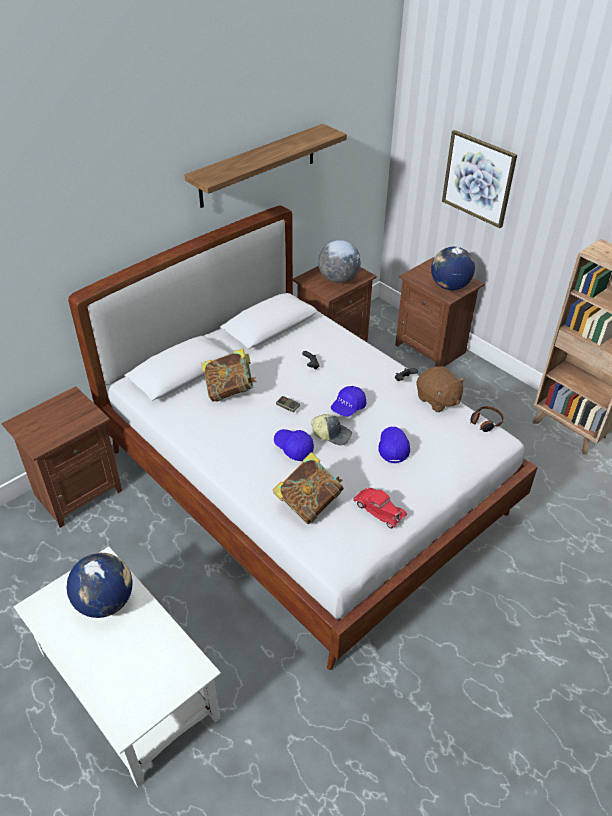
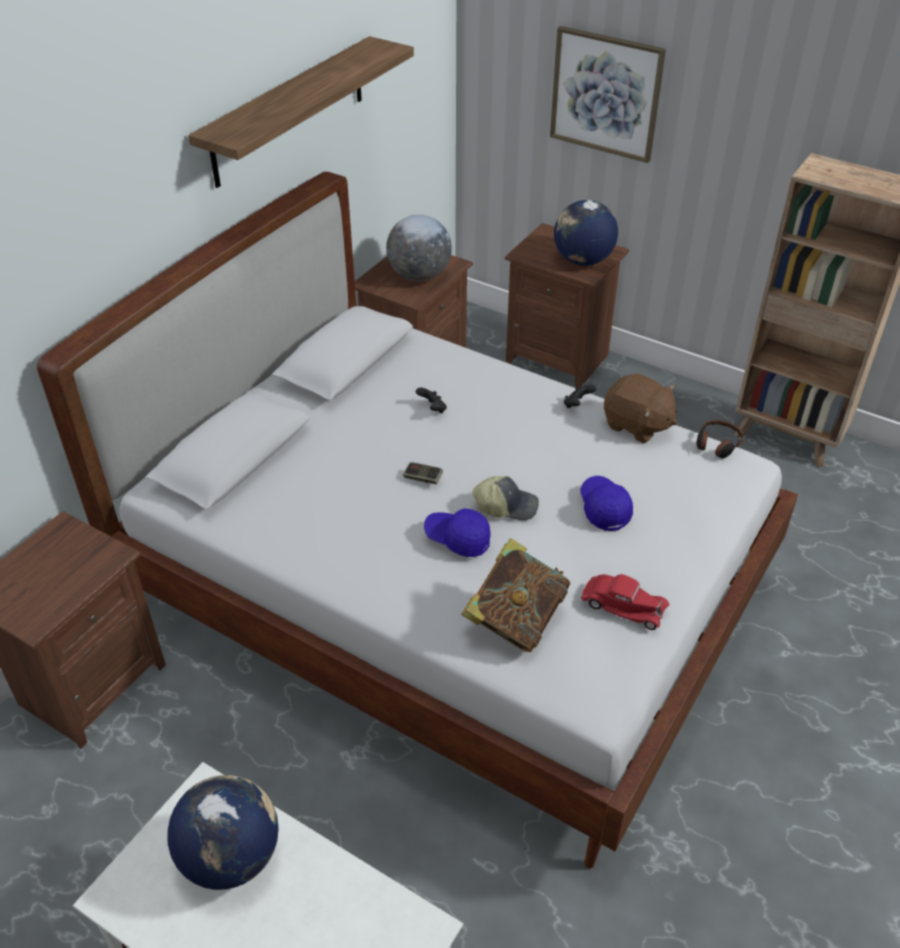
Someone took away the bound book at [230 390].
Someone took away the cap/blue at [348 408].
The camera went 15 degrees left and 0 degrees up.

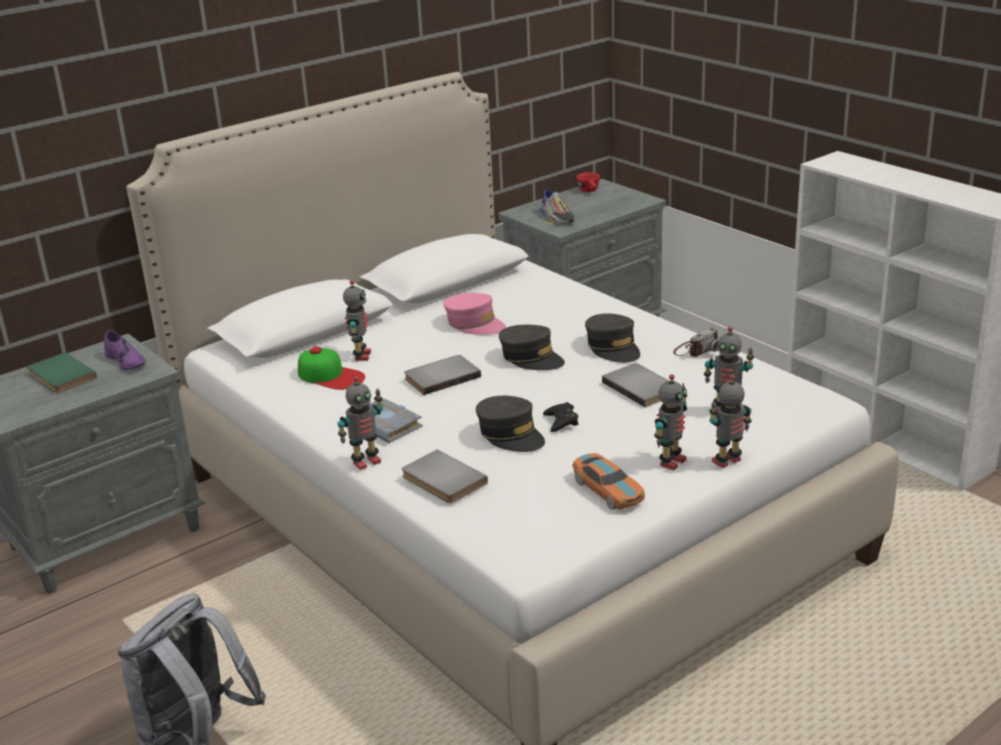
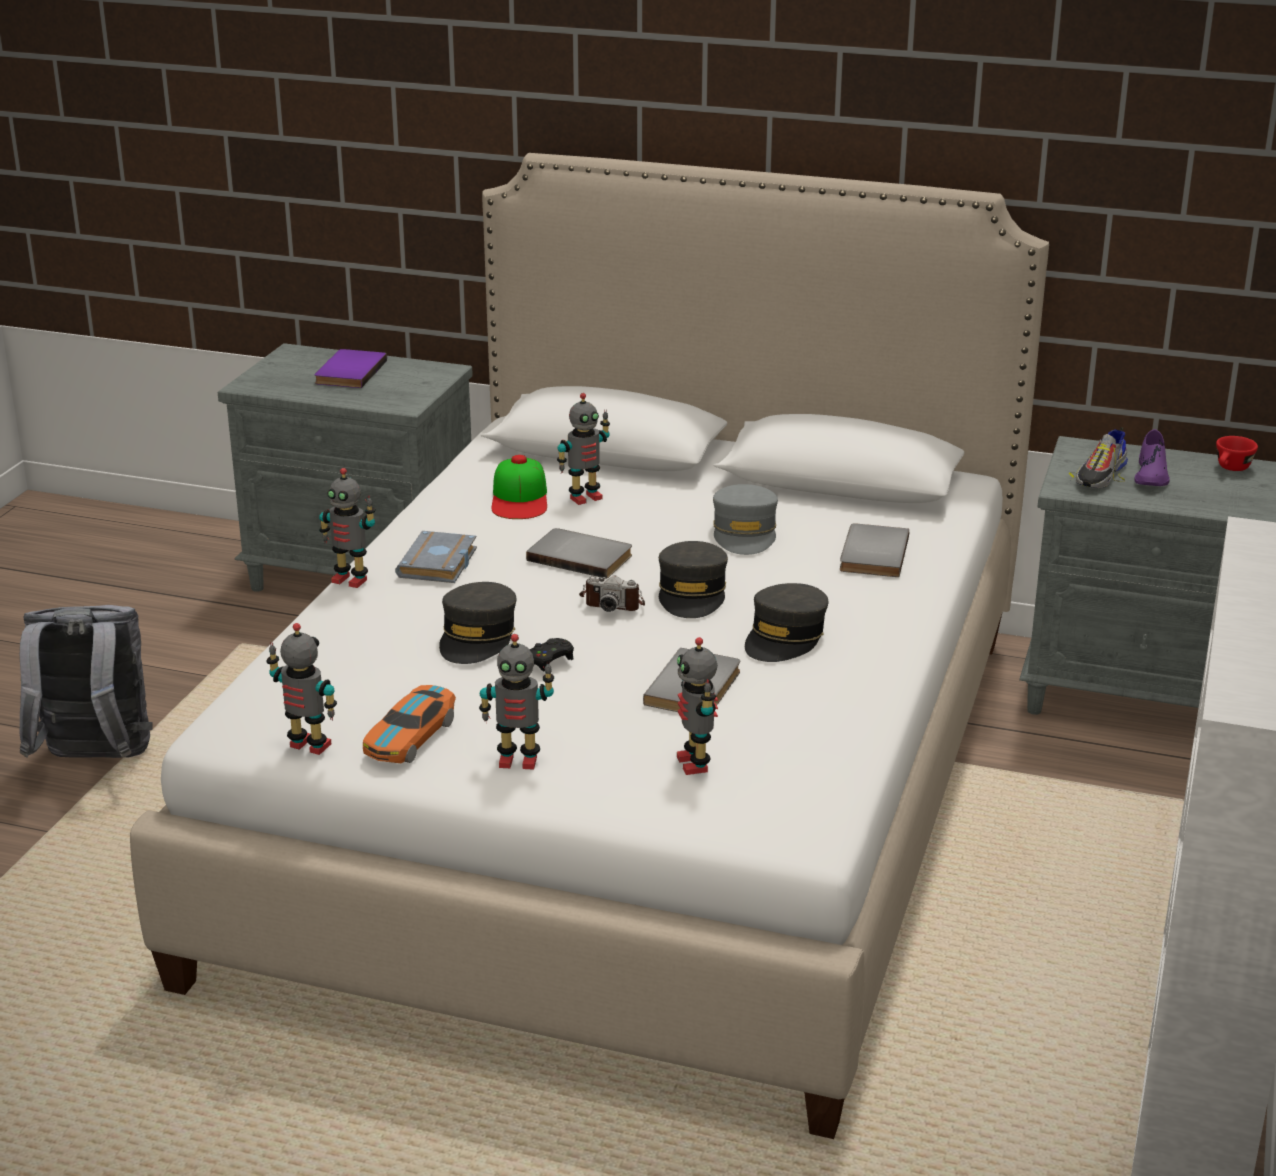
Someone repainted the bound book/greenish at [59 376], which became the bound book/purple-coloured at [348 372].
Someone carried the item of footwear/purple-coloured from [126 361] to [1151 475].
Someone carried the bound book/gray from [441 481] to [871 554].
Someone repainted the cap/pinkish at [475 324], which became the cap/gray at [745 533].
Someone carried the still camera from [696 350] to [613 602].
Someone carried the toy robot from [727 462] to [308 747].
The camera went 55 degrees right and 0 degrees up.

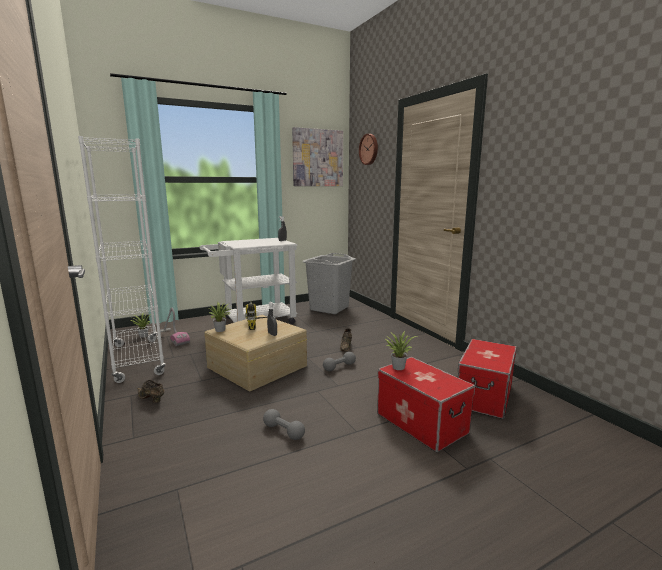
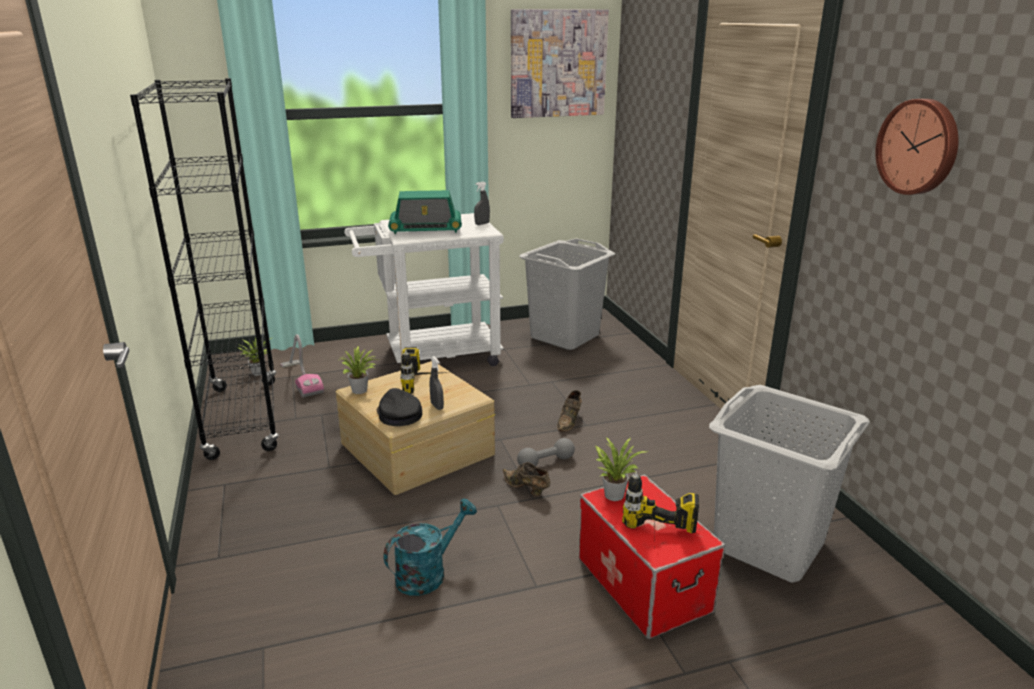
Someone repainted the bookcase/white-coloured at [137 359], which became the bookcase/black at [243 418].
Someone carried the item of footwear/brownish from [151 399] to [526 489].
Someone swapped the dumbbell/gray at [283 431] for the watering can/blue-green at [428 573].
Someone carried the hanging clock from [369 149] to [919 147].
Someone swapped the storage bin at [485 396] for the laundry basket/gray at [768 546].
Someone put down the cap/black at [398 414].
Someone put down the radio receiver at [425 229].
Someone put down the power drill at [657 544].
The camera went 10 degrees right and 10 degrees up.

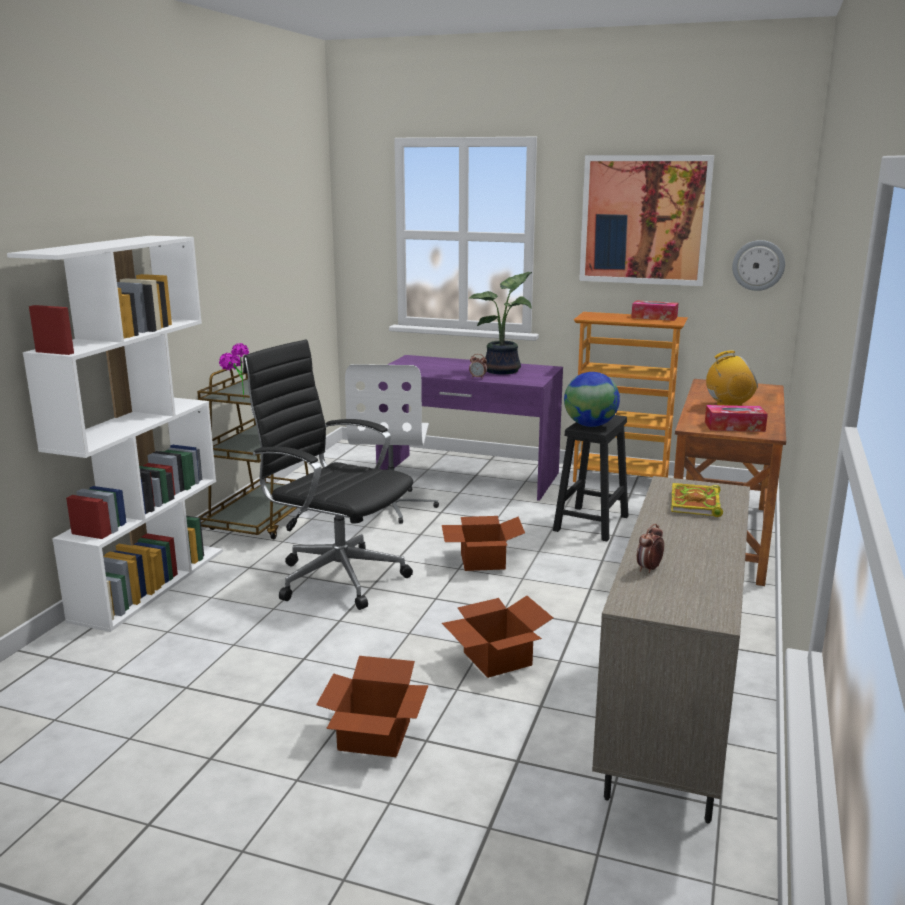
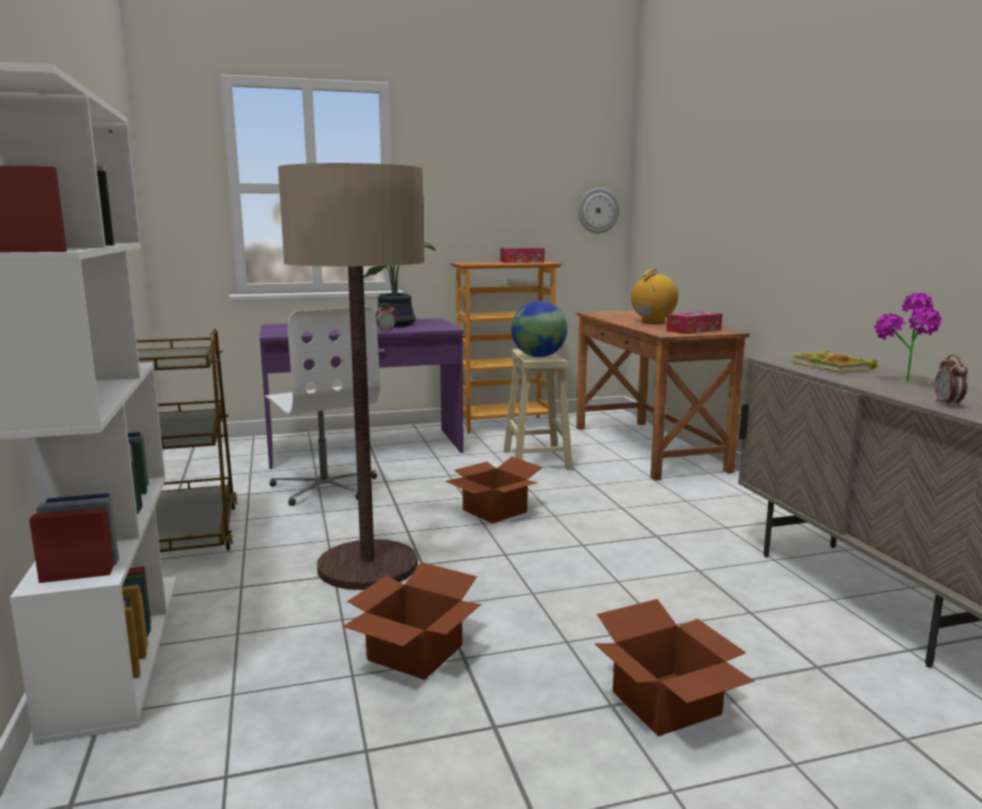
Someone carried the potted plant from [236 399] to [903 383].
Someone swapped the desk chair/black at [335 577] for the floor lamp at [367 566].
Someone carried the packing box from [495 658] to [412 653].
Someone repainted the sitting stool/black at [591 523], which became the sitting stool/sand-coloured at [536 459].
Someone took away the wall art at [644 220].
The camera went 35 degrees left and 5 degrees down.

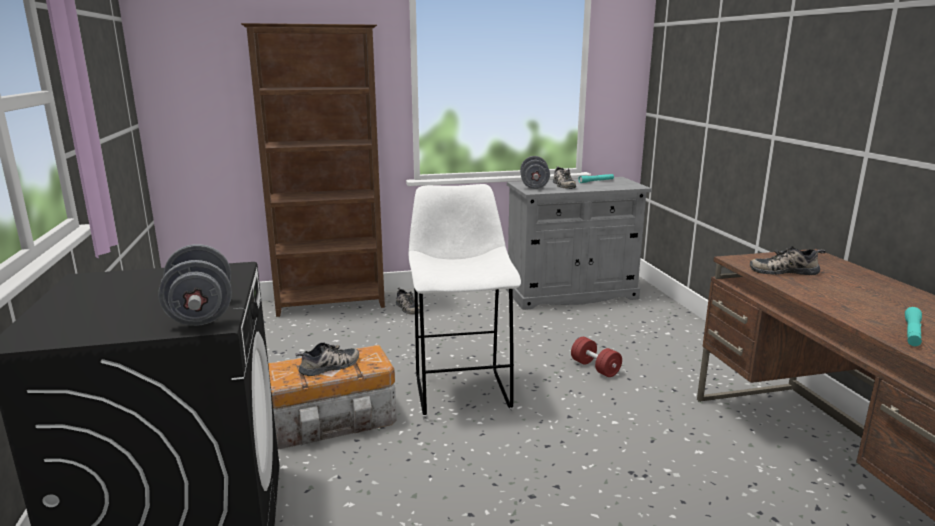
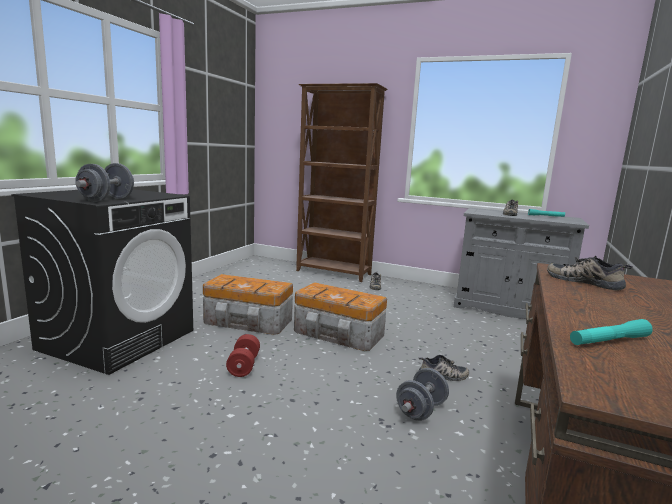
Someone carried the item of footwear from [329 367] to [443 376].
Someone swapped the sitting stool/white-coloured at [461 392] for the storage bin at [338 334].
Someone carried the dumbbell/gray from [534 186] to [420 410].
Someone carried the dumbbell/reddish from [595 368] to [243 366].
The camera went 35 degrees right and 5 degrees down.

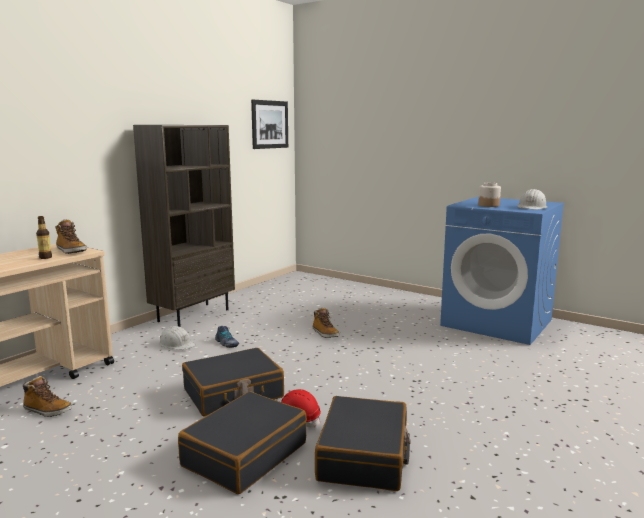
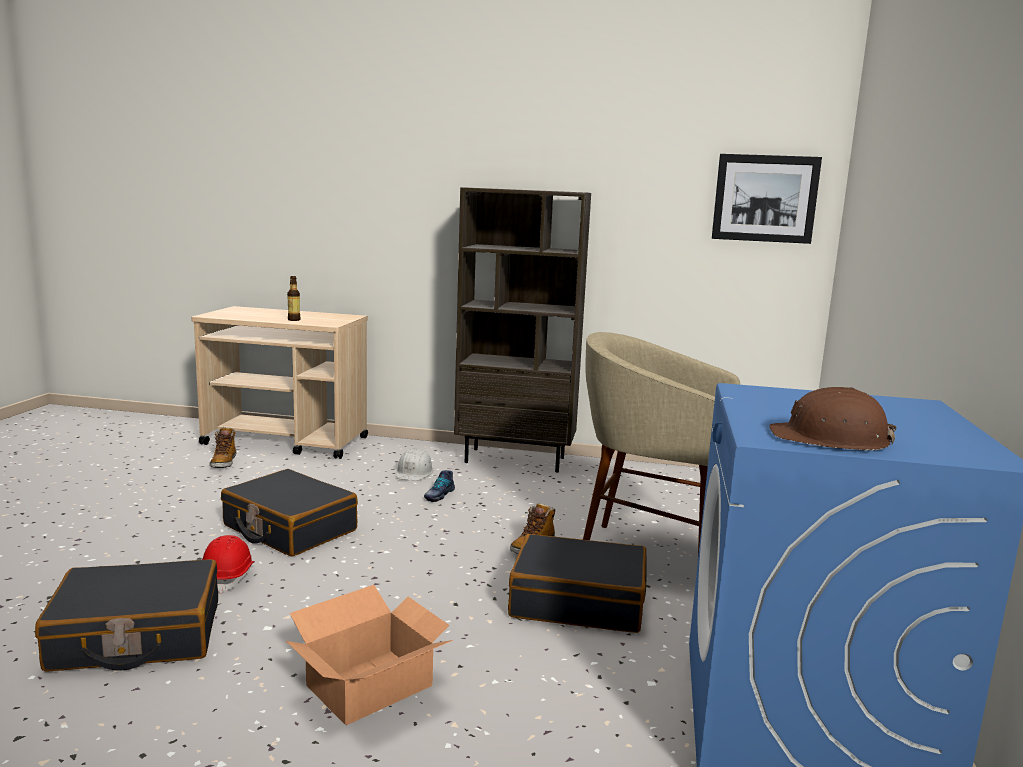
Someone took away the high-top boot at [71 251].
Someone carried the piece of luggage/black from [244 454] to [578 601].
Someone took away the jar at [489 205].
Someone repainted the hard hat/white-coloured at [532 207], which became the hard hat/brownish at [831 439].
Someone put down the packing box at [371 686].
Someone put down the sitting stool/sand-coloured at [648 553].
The camera went 65 degrees right and 0 degrees up.

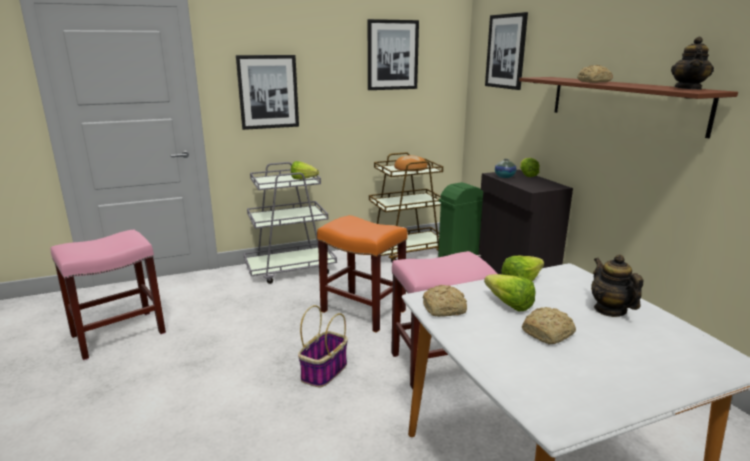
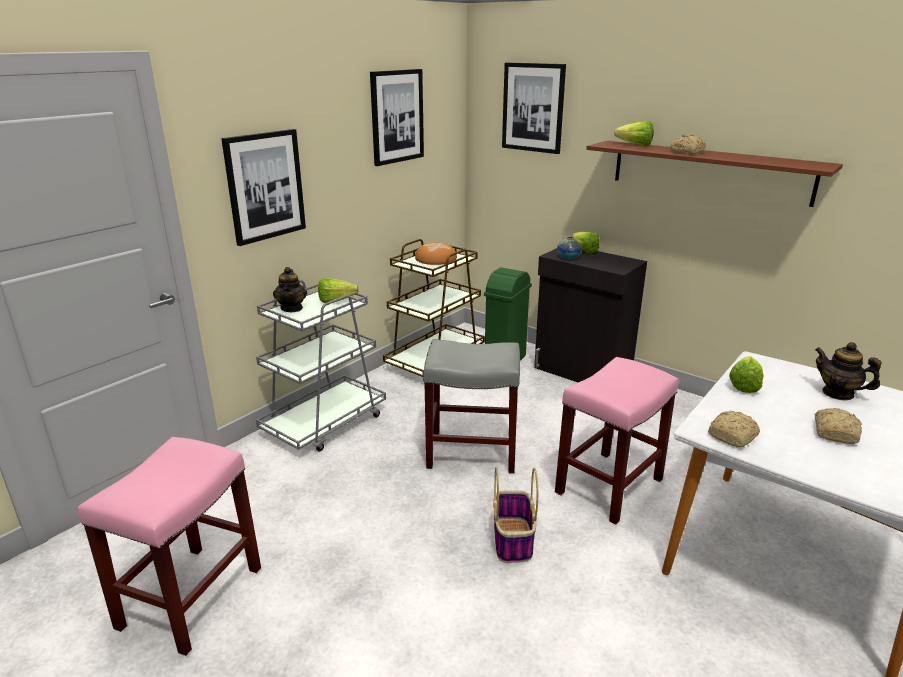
Someone repainted the sitting stool/orange at [364 311], which became the sitting stool/gray at [473 452].
Someone carried the lettuce head from [506 303] to [632 145].
Someone carried the pot for tea from [688 88] to [292 308].
The camera went 30 degrees left and 5 degrees up.

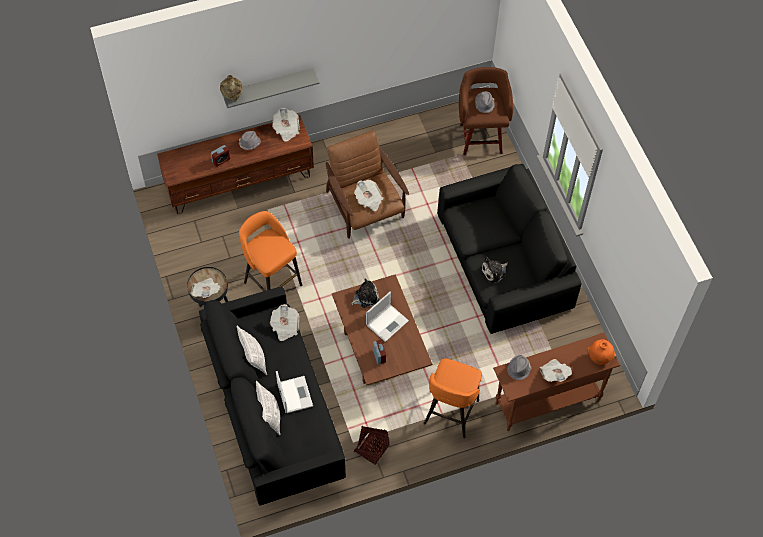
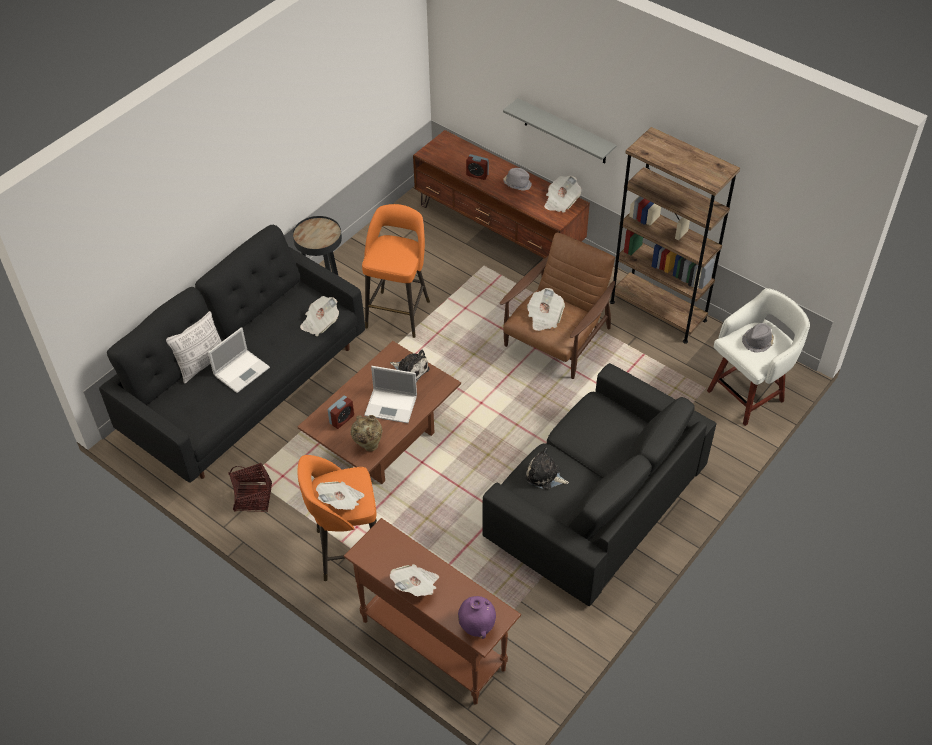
Someone carried the printed paper from [206 292] to [341 502].
Someone carried the decorative vase/sand-coloured from [232 98] to [368 446].
Someone took away the pillow at [253 359].
Someone repainted the sitting stool/brownish at [480 137], which became the sitting stool/white-coloured at [747 394].
Someone took away the clothing hat/gray at [519 369].
Someone repainted the decorative vase/orange at [599 358], which became the decorative vase/purple-coloured at [476 626].
Someone put down the bookcase/brownish at [658 311].
The camera went 60 degrees right and 10 degrees down.

